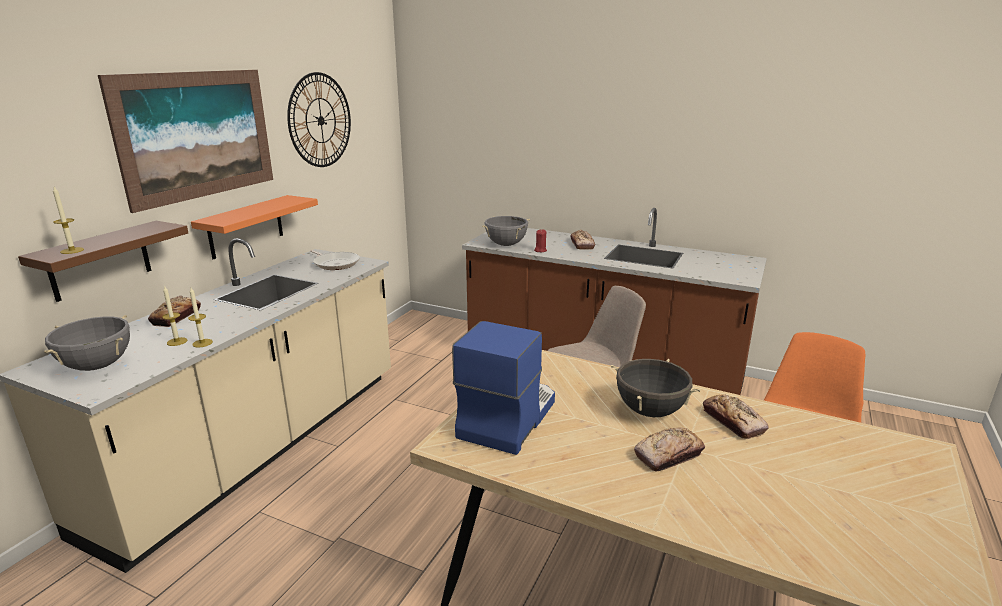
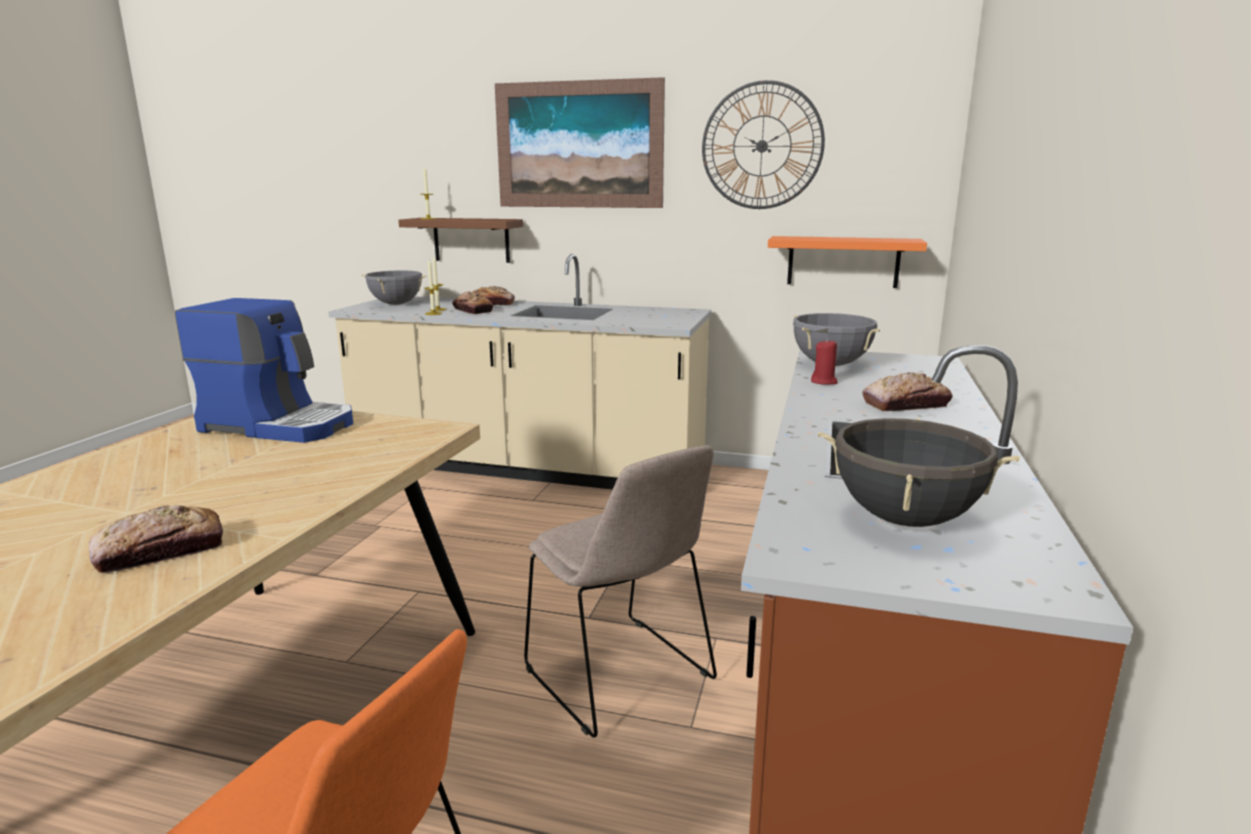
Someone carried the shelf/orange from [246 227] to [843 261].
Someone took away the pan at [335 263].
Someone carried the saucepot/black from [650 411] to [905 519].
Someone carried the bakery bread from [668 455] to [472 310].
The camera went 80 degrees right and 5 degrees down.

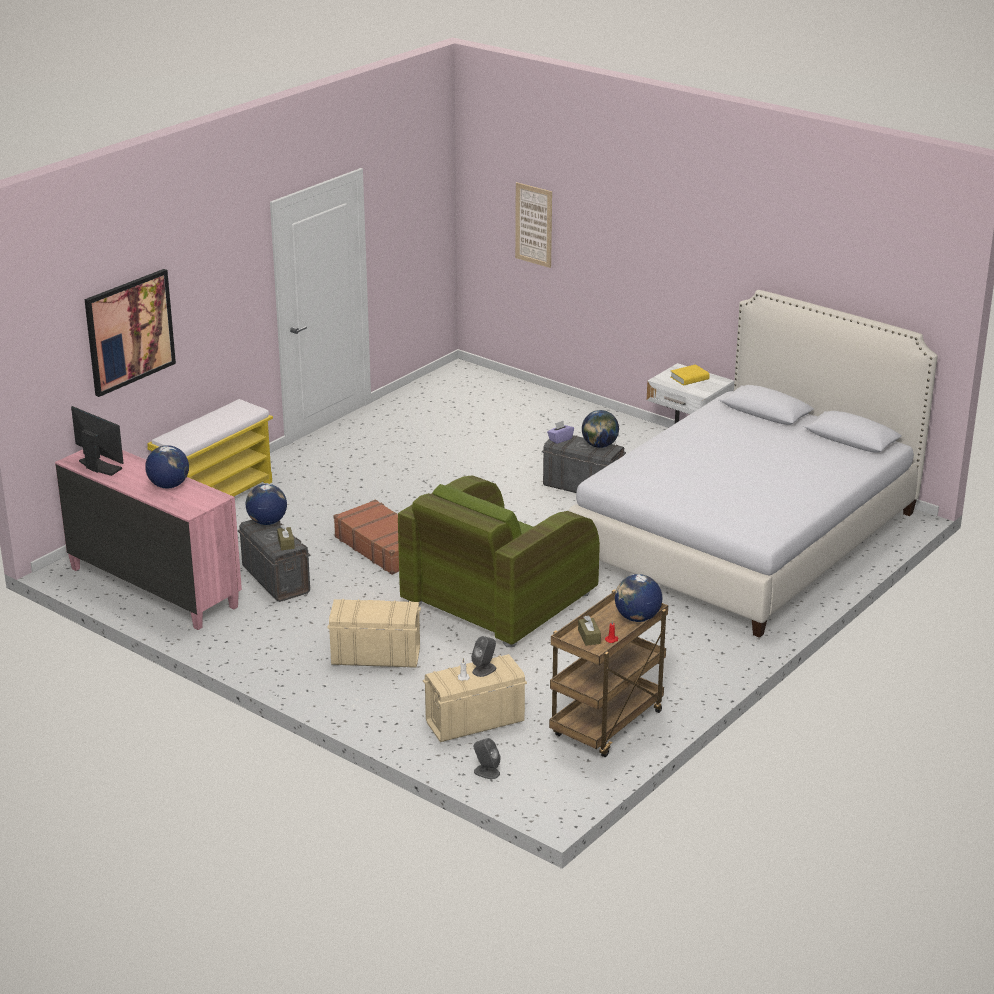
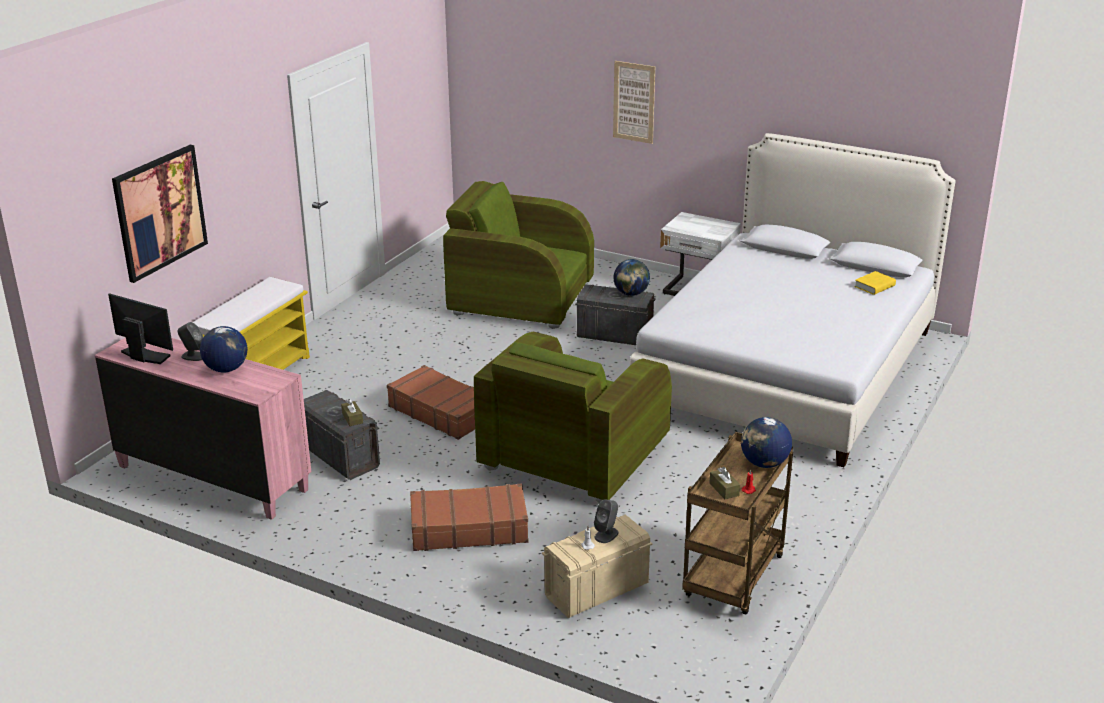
Someone took away the desk globe at [267 522].
Someone swapped the storage bin/sand-coloured at [375 656] for the piece of luggage/brownish at [468 528].
Someone carried the loudspeaker/gray from [486 772] to [193 356].
Someone carried the wall art from [533 225] to [634 102].
Someone took away the tissue box/purple-coloured at [560 439].
Someone carried the bound book/yellowish from [689 378] to [874 286].
Someone put down the lounge chair/greenish at [520 298].
The camera went 10 degrees left and 0 degrees up.

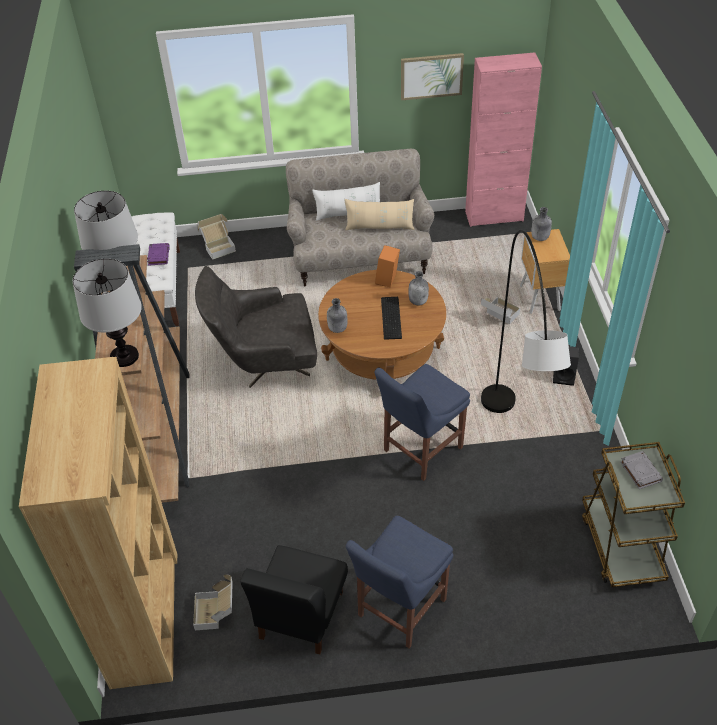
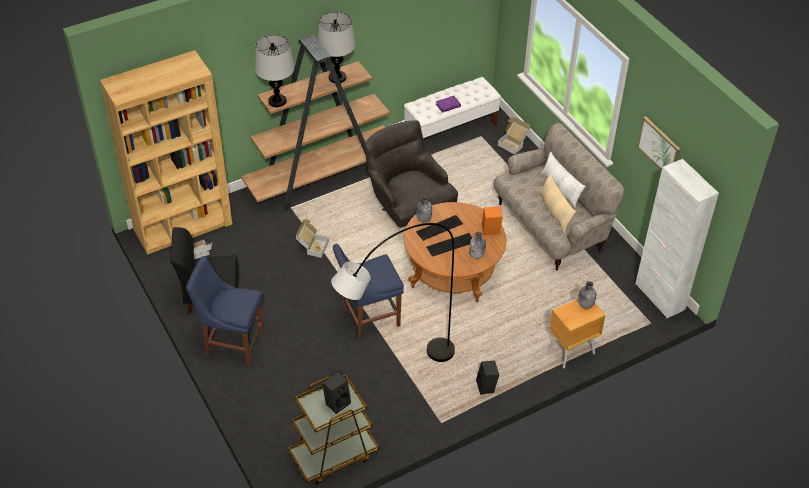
Someone rotated the plain chair/blue at [420 451] by 45 degrees counterclockwise.
Someone repainted the cupboard/pinkish at [494 216], which became the cupboard/white-coloured at [660 296].
Someone carried the packing box from [498 318] to [312 247].
Someone swapped the bound book/gray at [640 471] for the loudspeaker/black at [337 402].
Someone put down the computer keyboard at [440 228].
The camera went 65 degrees right and 0 degrees up.

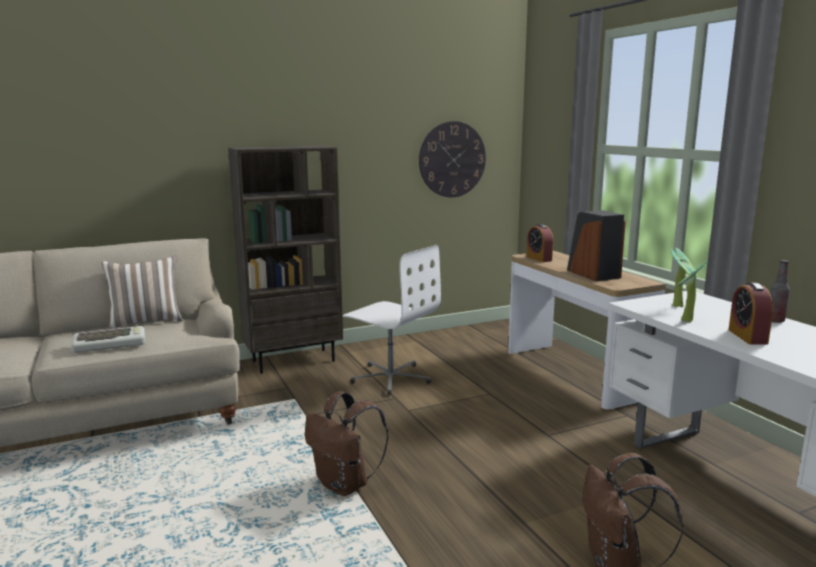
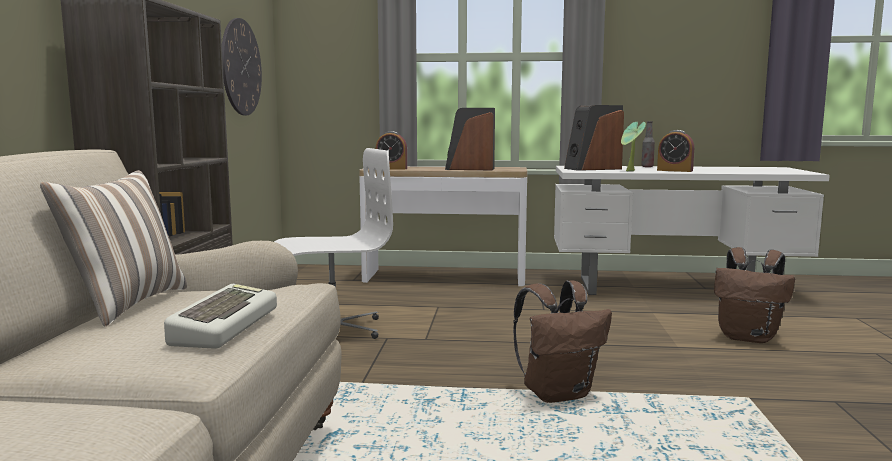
Someone swapped the potted plant at [679 306] for the loudspeaker at [592 168].
The camera went 60 degrees left and 5 degrees down.

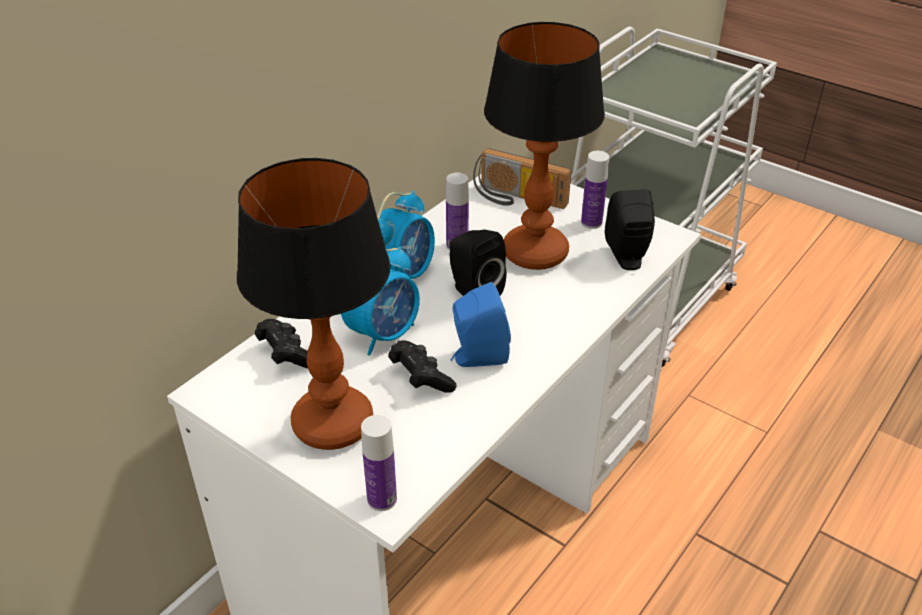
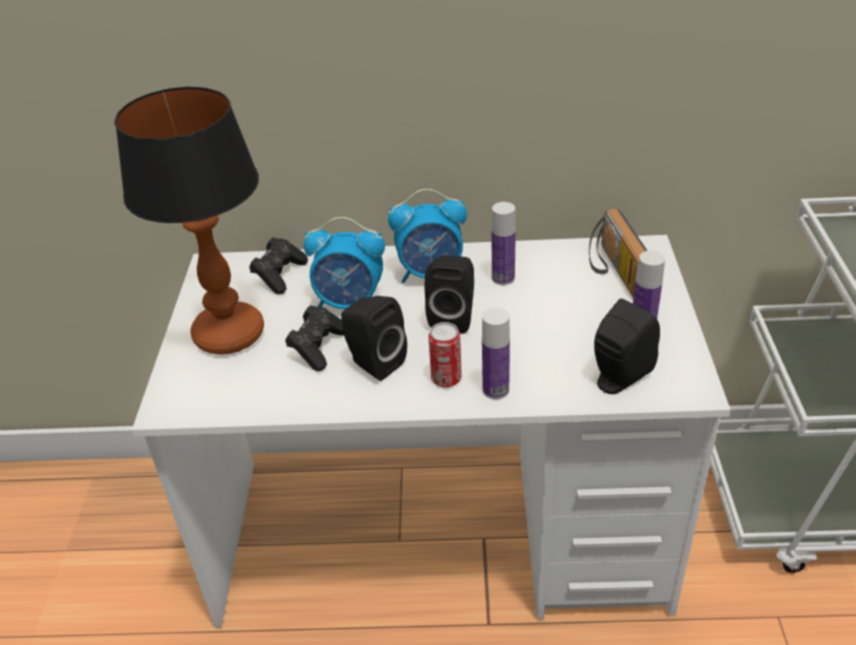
Someone carried the beverage bottle from [382 499] to [495 390].
Someone repainted the loudspeaker/blue at [477 357], which became the loudspeaker/black at [373 362].
Someone took away the tabletop lamp at [533 253].
Someone put down the sealed can at [446 379].
The camera went 55 degrees right and 0 degrees up.

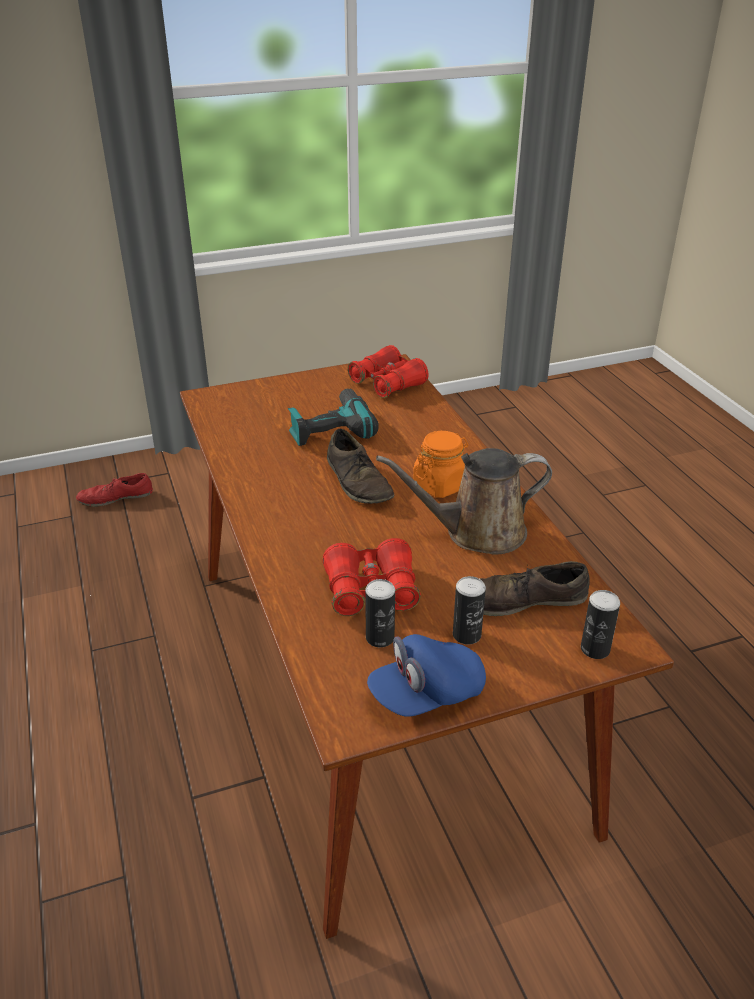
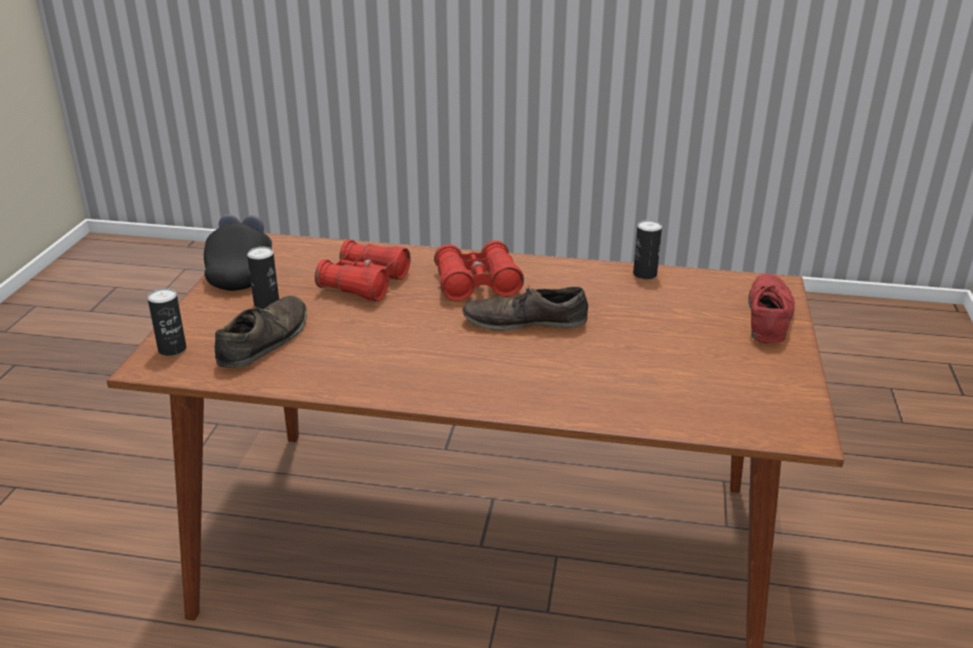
Someone carried the item of footwear/reddish from [115 497] to [768 317].
Someone took away the power drill at [330 428].
Someone carried the field glasses/reddish from [387 383] to [477 284].
Someone carried the sealed can from [380 638] to [645 274].
Someone repainted the cap/blue at [426 694], which became the cap/black at [241 272].
Someone took away the watering can/brownish at [477 532].
Someone took away the jar/orange at [441 485].
The camera went 120 degrees right and 5 degrees down.

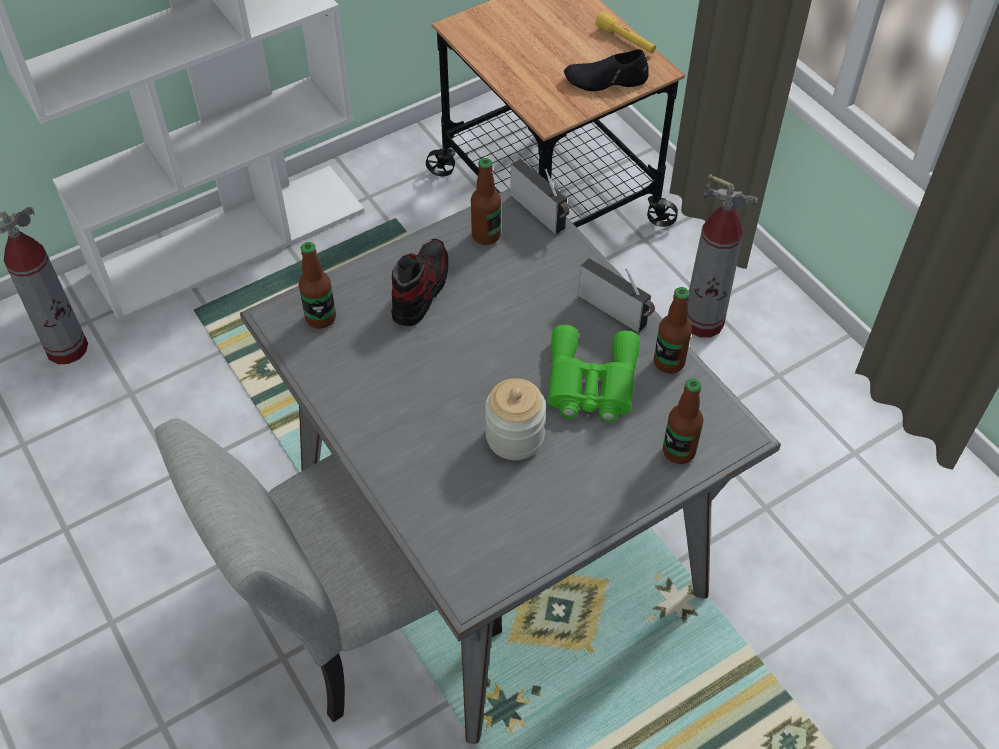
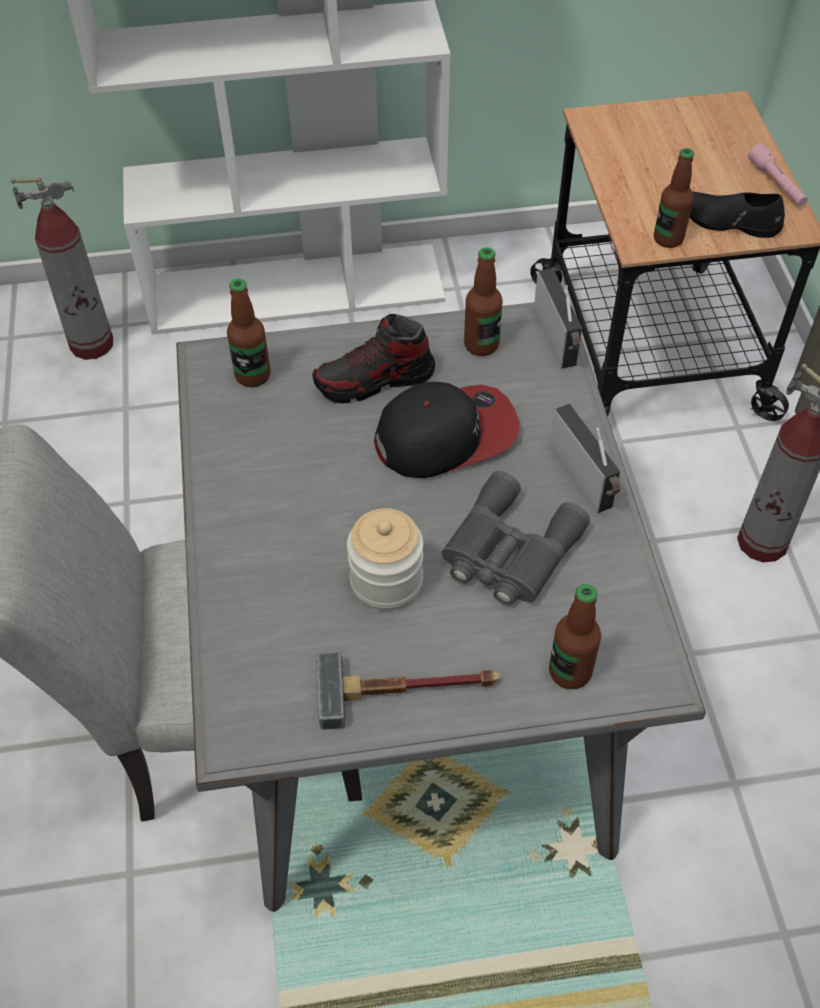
Someone rotated the item of footwear at [420 290] by 150 degrees counterclockwise.
Someone repainted the field glasses/greenish at [590 383], which became the field glasses/gray at [508 552].
Someone repainted the flashlight/yellowish at [626 40], which became the flashlight/pinkish at [776 184].
Someone carried the beverage bottle from [669 362] to [668 239].
Someone put down the tool hammer at [409 689].
Someone put down the cap at [446 435].
The camera went 25 degrees right and 0 degrees up.

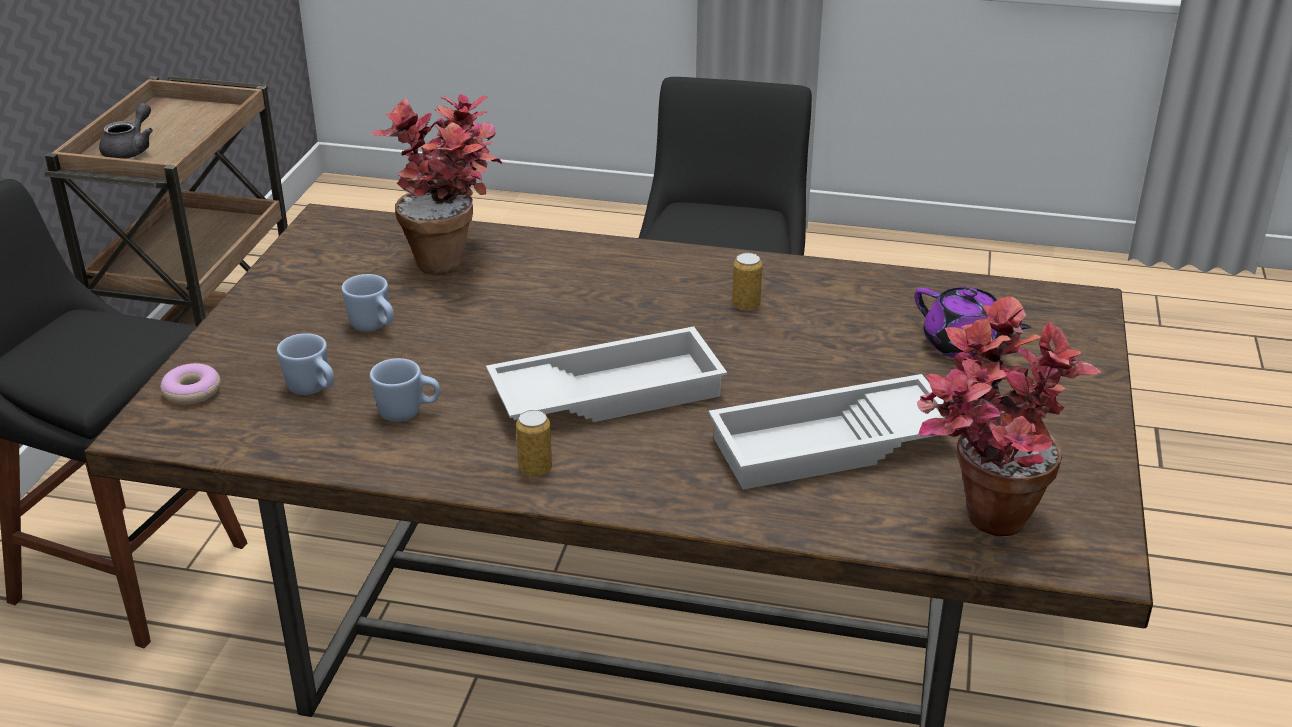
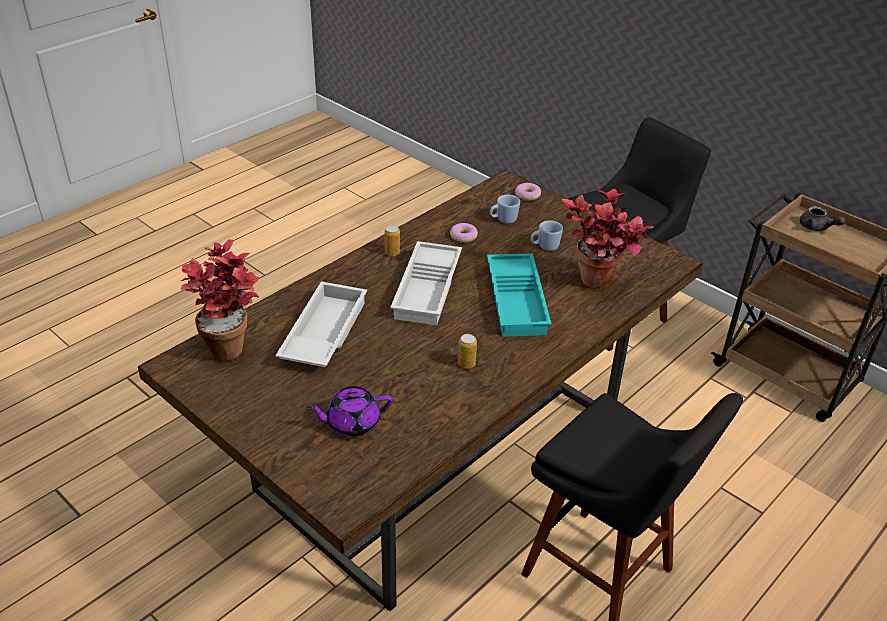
Someone swapped the mug/blue at [408 413] for the doughnut at [463 236].
Someone put down the carrying tray/blue-green at [518 301].
The camera went 120 degrees right and 5 degrees up.

